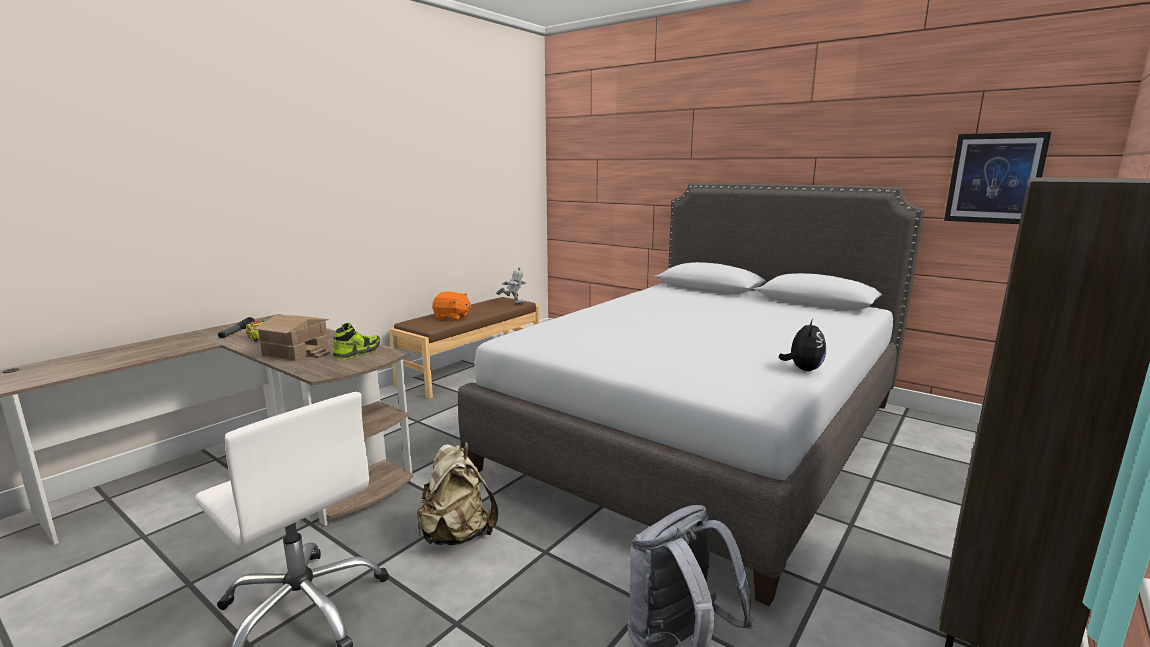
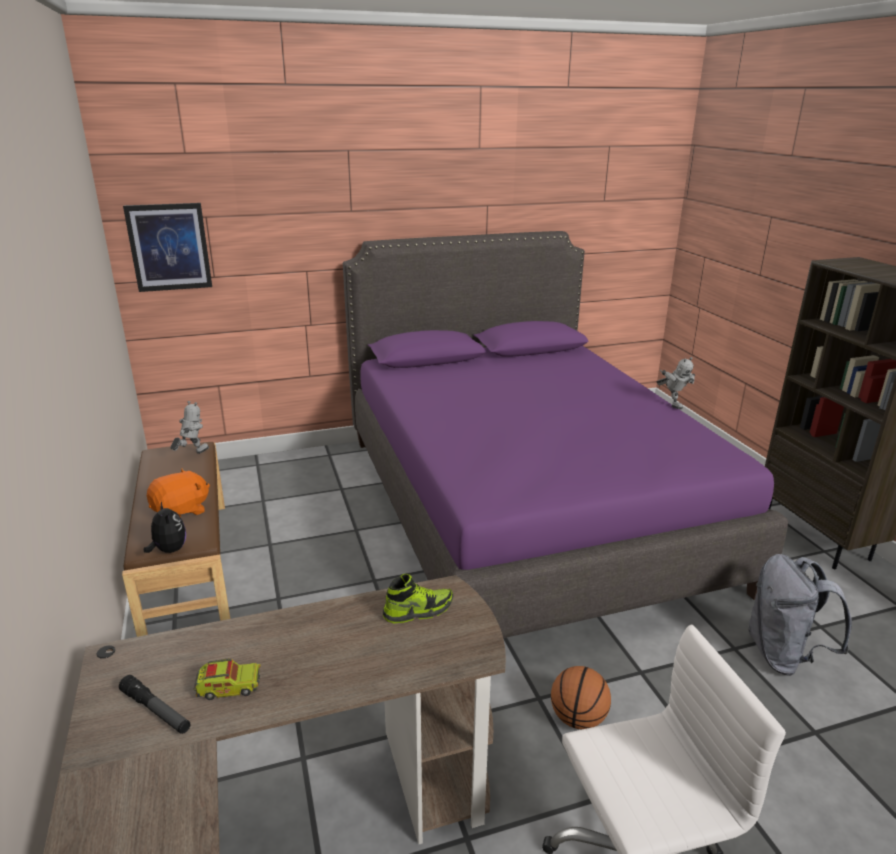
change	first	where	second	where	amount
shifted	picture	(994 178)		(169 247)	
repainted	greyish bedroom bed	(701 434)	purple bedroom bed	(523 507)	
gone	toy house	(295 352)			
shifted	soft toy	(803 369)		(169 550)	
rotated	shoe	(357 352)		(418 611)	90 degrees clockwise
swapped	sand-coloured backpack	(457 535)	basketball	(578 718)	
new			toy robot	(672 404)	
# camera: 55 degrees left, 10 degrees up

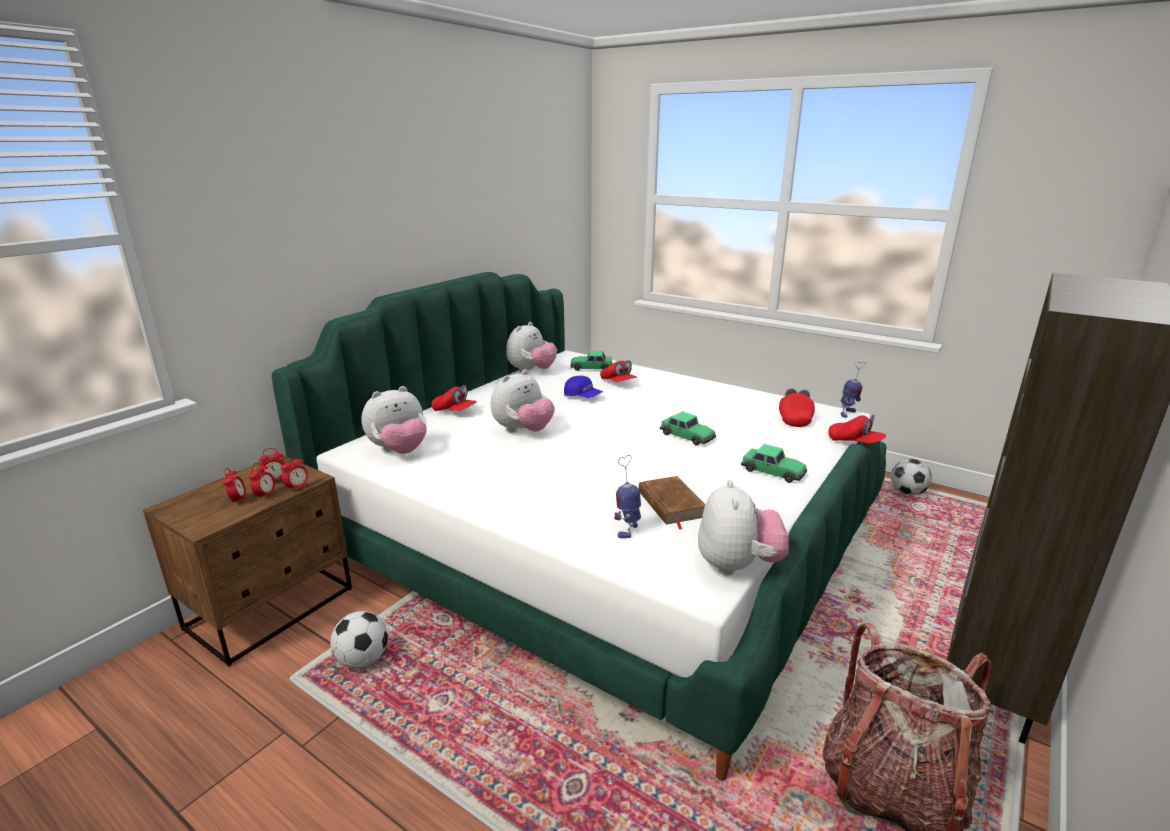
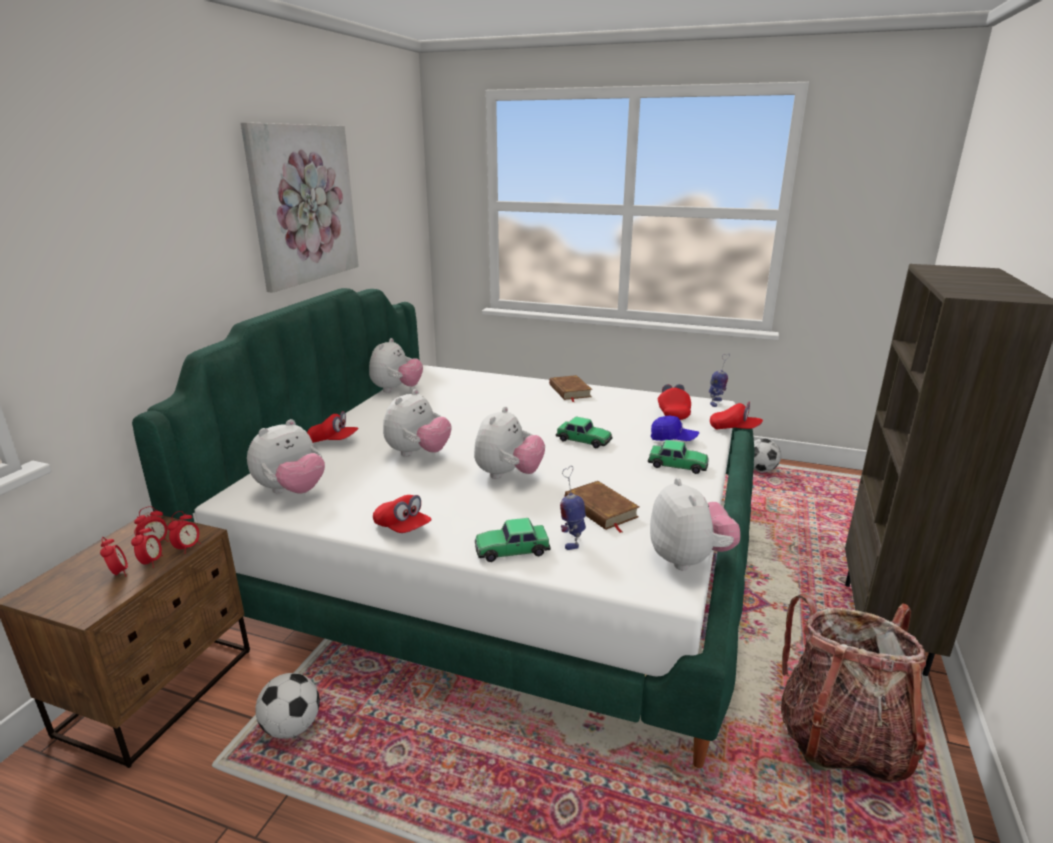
change	first	where	second	where	amount
shifted	toy car	(591 368)		(511 549)	
shifted	red-coloured baseball cap	(618 382)		(402 528)	
shifted	blue-coloured baseball cap	(583 396)		(673 439)	
new			picture	(304 204)	
new			brown-coloured book	(569 391)	
new			soft toy	(508 475)	
# camera: 15 degrees left, 0 degrees up

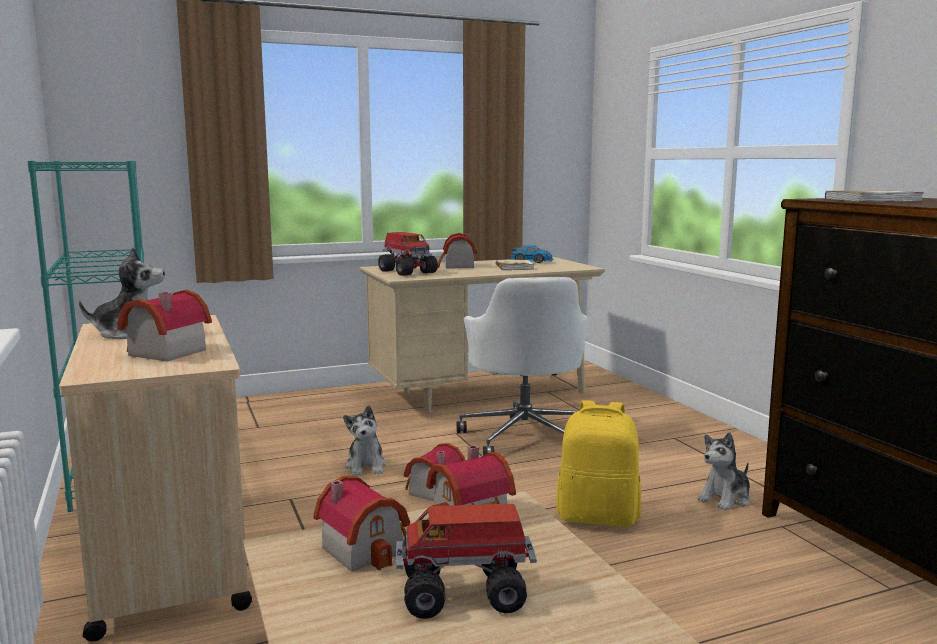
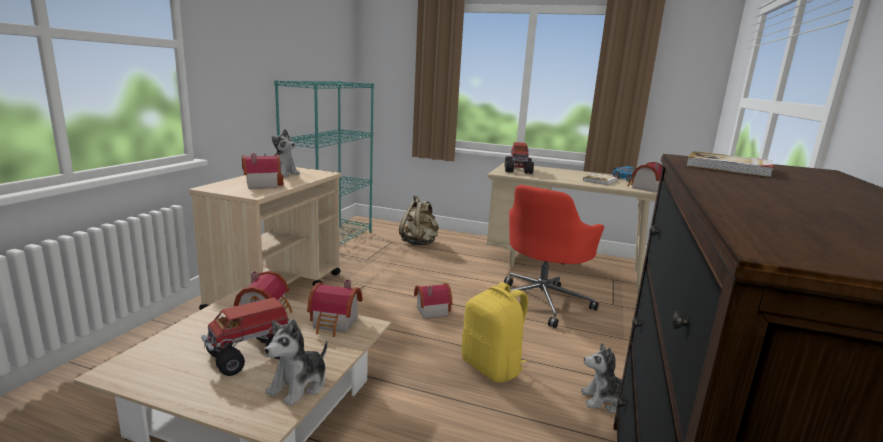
change	first	where	second	where	amount
shifted	toy house	(456 266)		(644 188)	
repainted	white desk chair	(525 436)	red-coloured desk chair	(542 302)	
shifted	soft toy	(366 466)		(299 386)	
rotated	toy lorry	(466 593)		(251 355)	75 degrees counterclockwise
new			sand-coloured backpack	(419 243)	
# camera: 40 degrees right, 5 degrees up

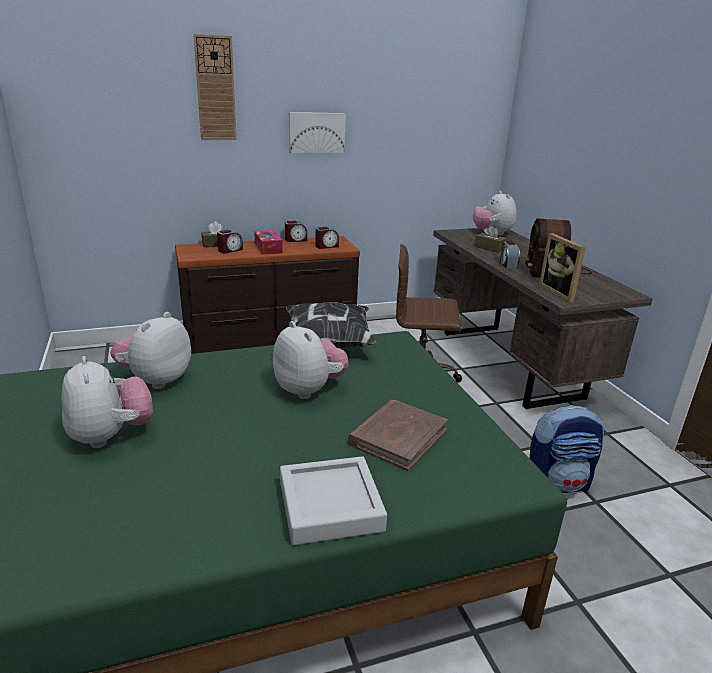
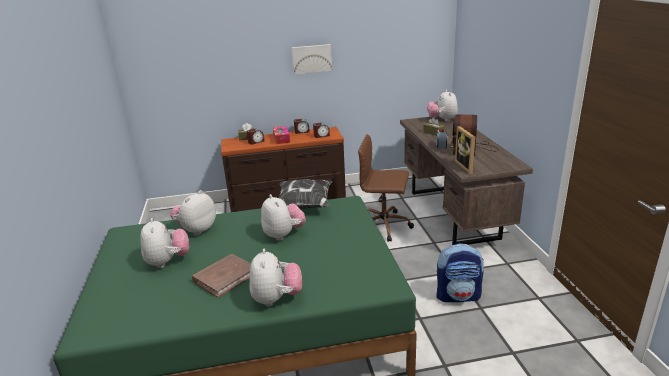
change	first	where	second	where	amount
gone	clock on the wall	(215 89)			
shifted	brown-coloured book	(398 437)		(225 277)	
swapped	greyish tray	(330 506)	soft toy	(276 299)	
# camera: 10 degrees right, 0 degrees up

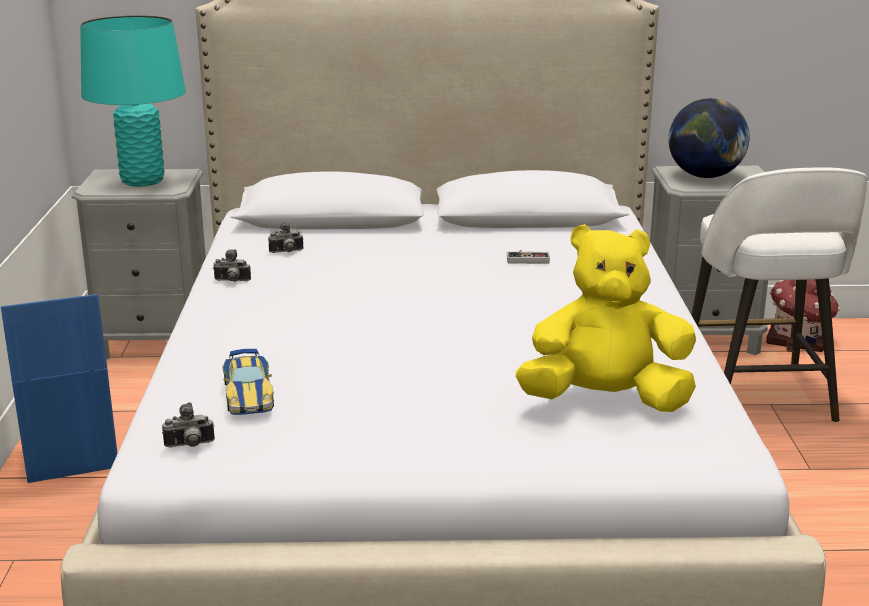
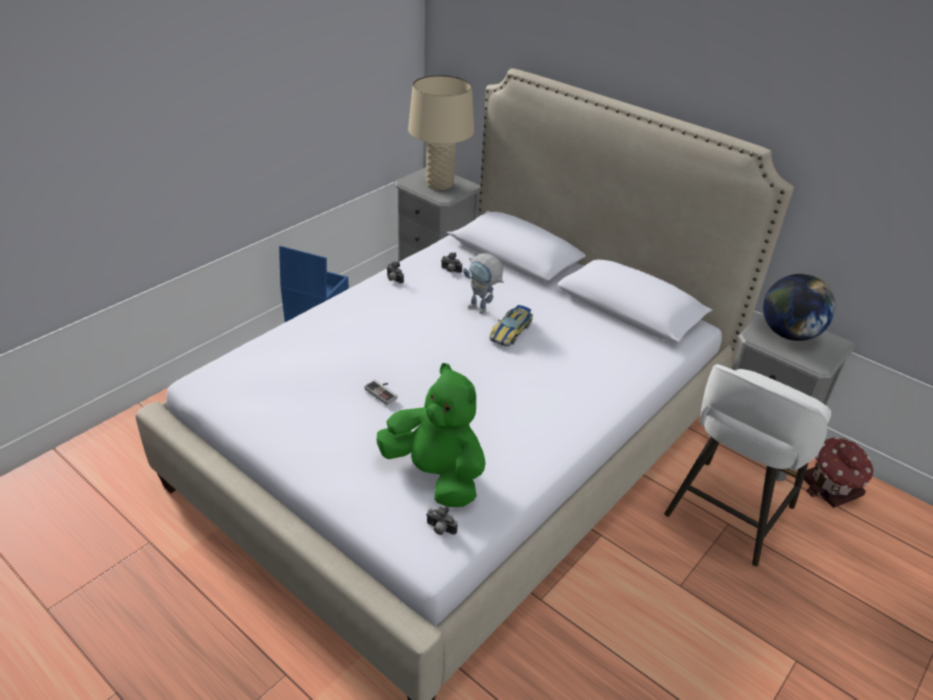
change	first	where	second	where	amount
repainted	blue-green lamp for a table	(143 181)	sand-coloured lamp for a table	(439 184)	
repainted	yellow-coloured soft toy	(605 401)	green soft toy	(436 475)	
shifted	game controller	(527 258)		(383 392)	
shifted	toy car	(248 393)		(511 331)	
shifted	still camera	(189 446)		(440 529)	
new			toy robot	(482 310)	
# camera: 40 degrees right, 15 degrees up

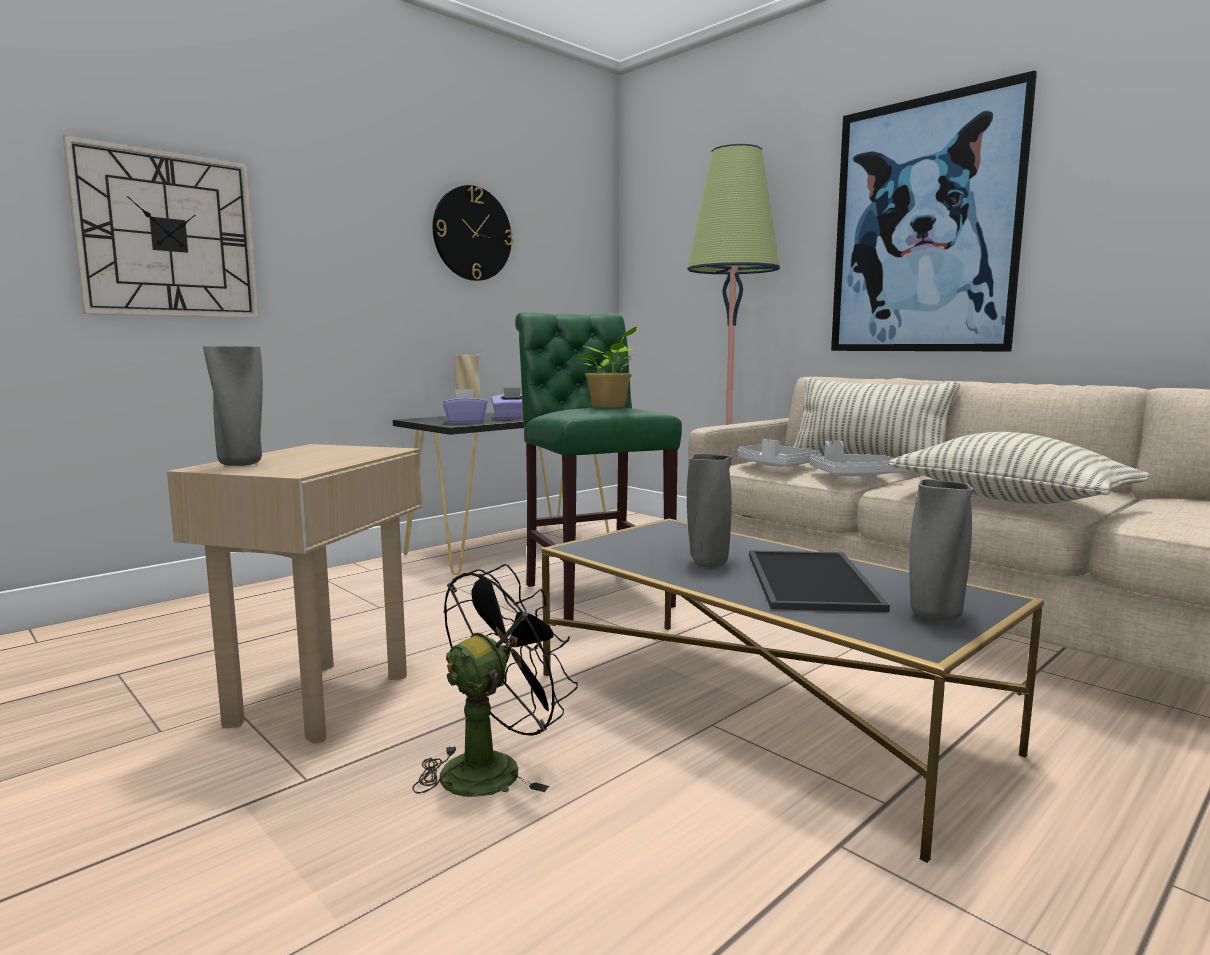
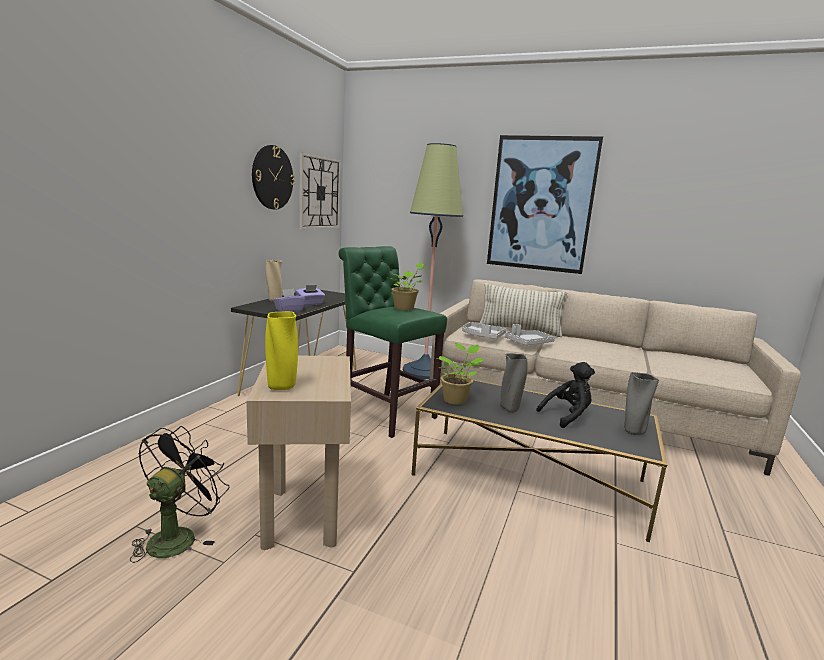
change	first	where	second	where	amount
shifted	clock on the wall	(168 235)		(319 193)	
repainted	greyish decorative vase	(241 464)	yellow-coloured decorative vase	(281 387)	
gone	pillow	(1009 499)			
swapped	tray	(814 581)	black-coloured soft toy	(567 416)	
shifted	black-coloured electric fan	(493 767)		(178 536)	
new			plant in a pot	(456 399)	
# camera: 25 degrees left, 5 degrees up

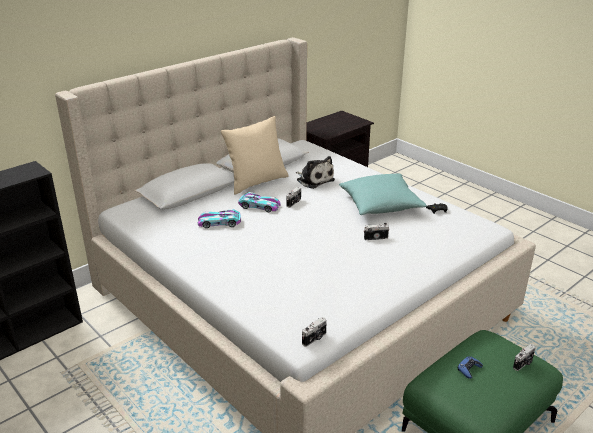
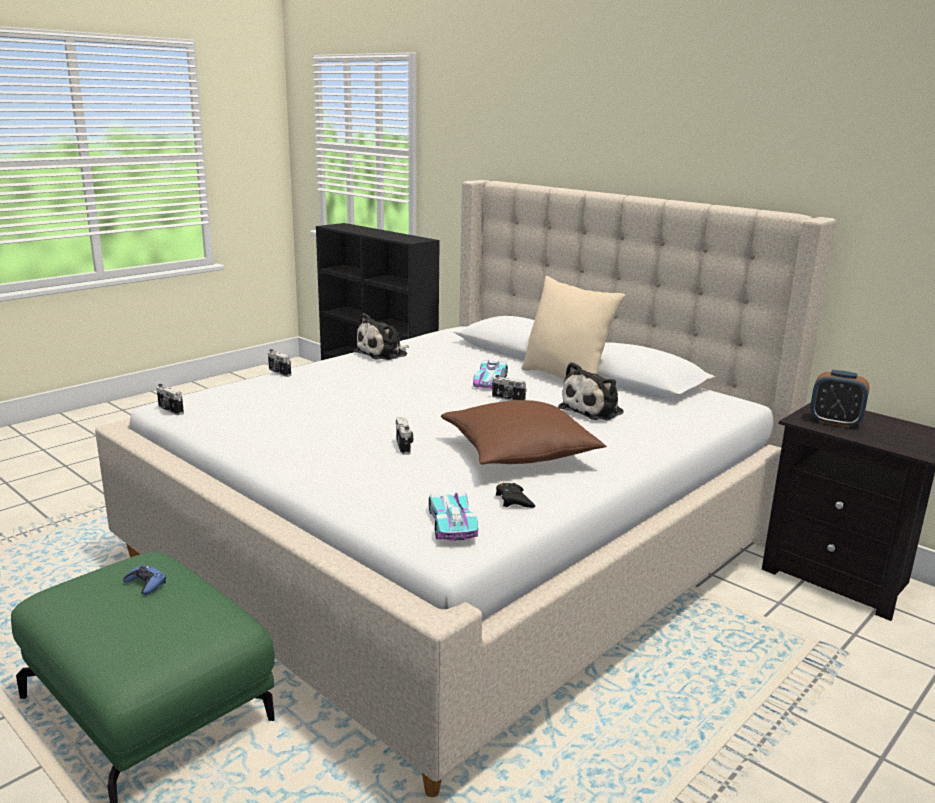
change	first	where	second	where	amount
repainted	blue-green pillow	(380 205)	brown-coloured pillow	(519 453)	
shifted	toy car	(219 223)		(452 523)	
shifted	still camera	(523 364)		(279 372)	
new			soft toy	(383 353)	
new			table clock	(835 422)	
# camera: 85 degrees right, 10 degrees down

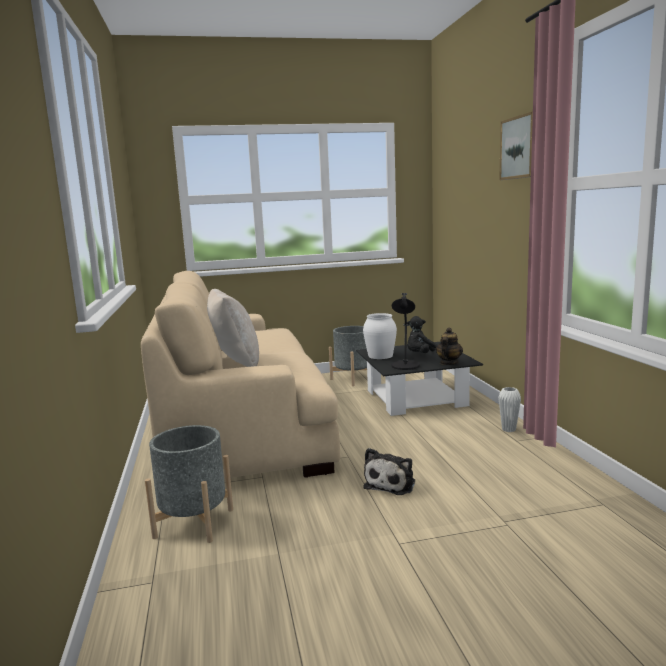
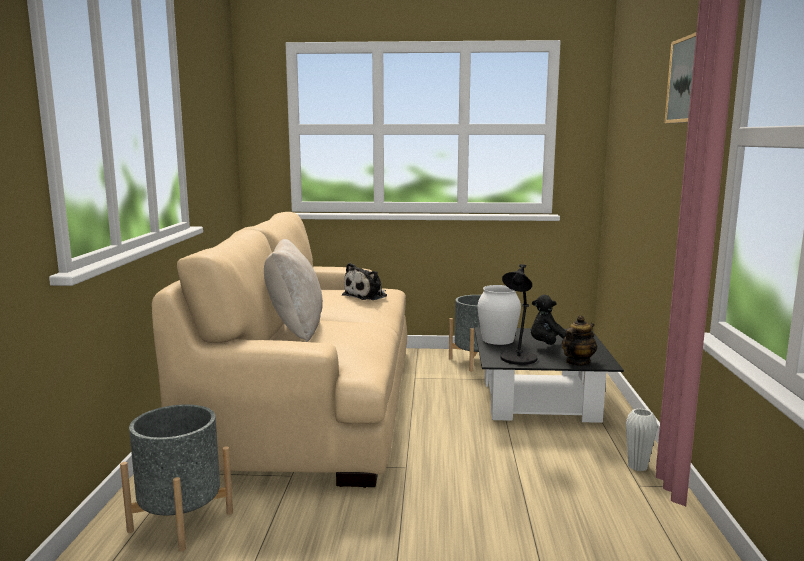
change	first	where	second	where	amount
shifted	soft toy	(391 483)		(367 296)	
# camera: 15 degrees right, 0 degrees up

